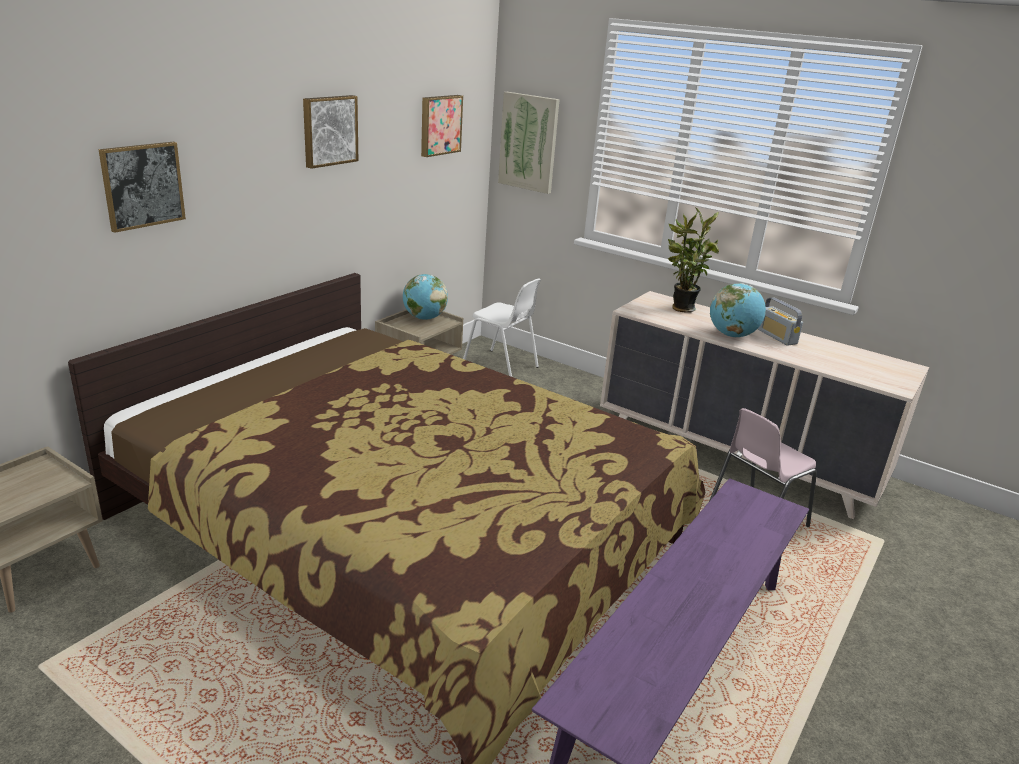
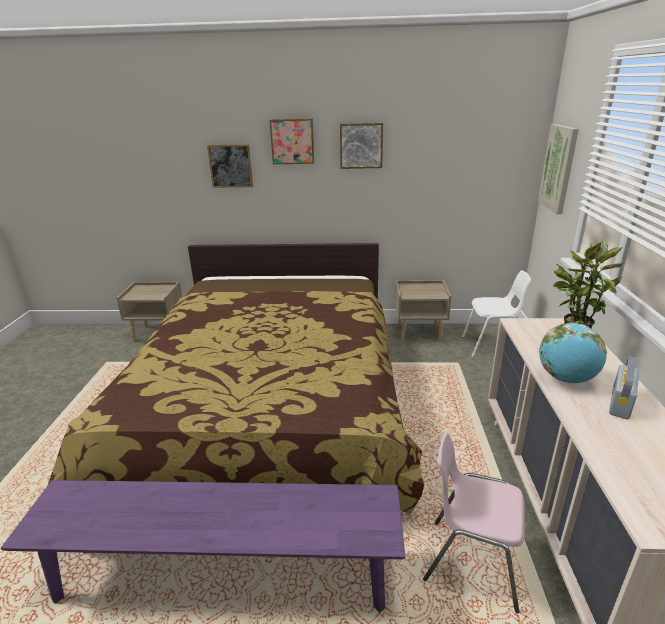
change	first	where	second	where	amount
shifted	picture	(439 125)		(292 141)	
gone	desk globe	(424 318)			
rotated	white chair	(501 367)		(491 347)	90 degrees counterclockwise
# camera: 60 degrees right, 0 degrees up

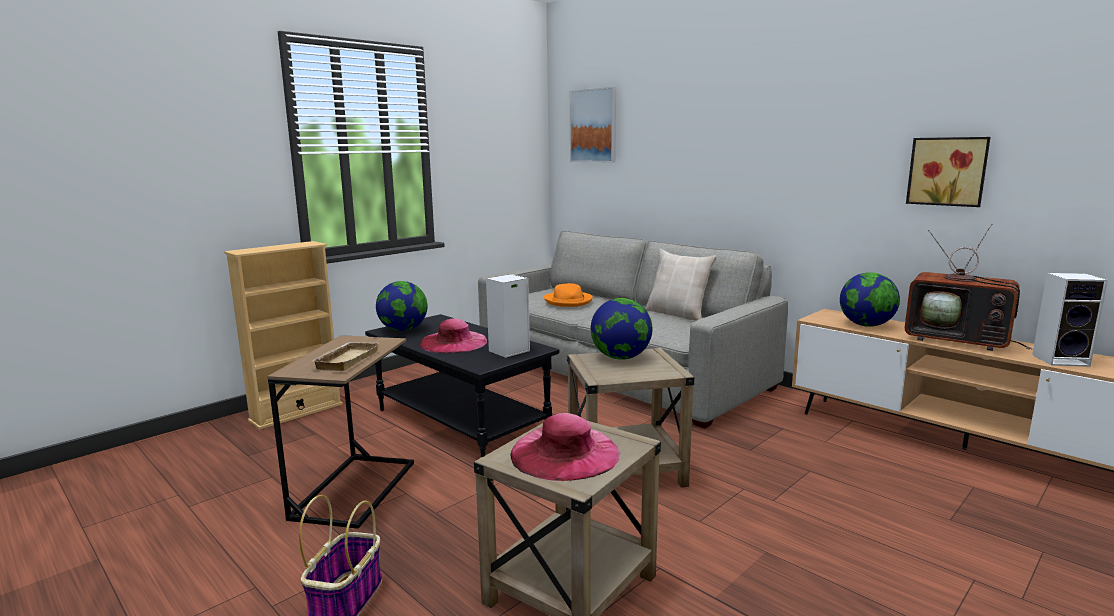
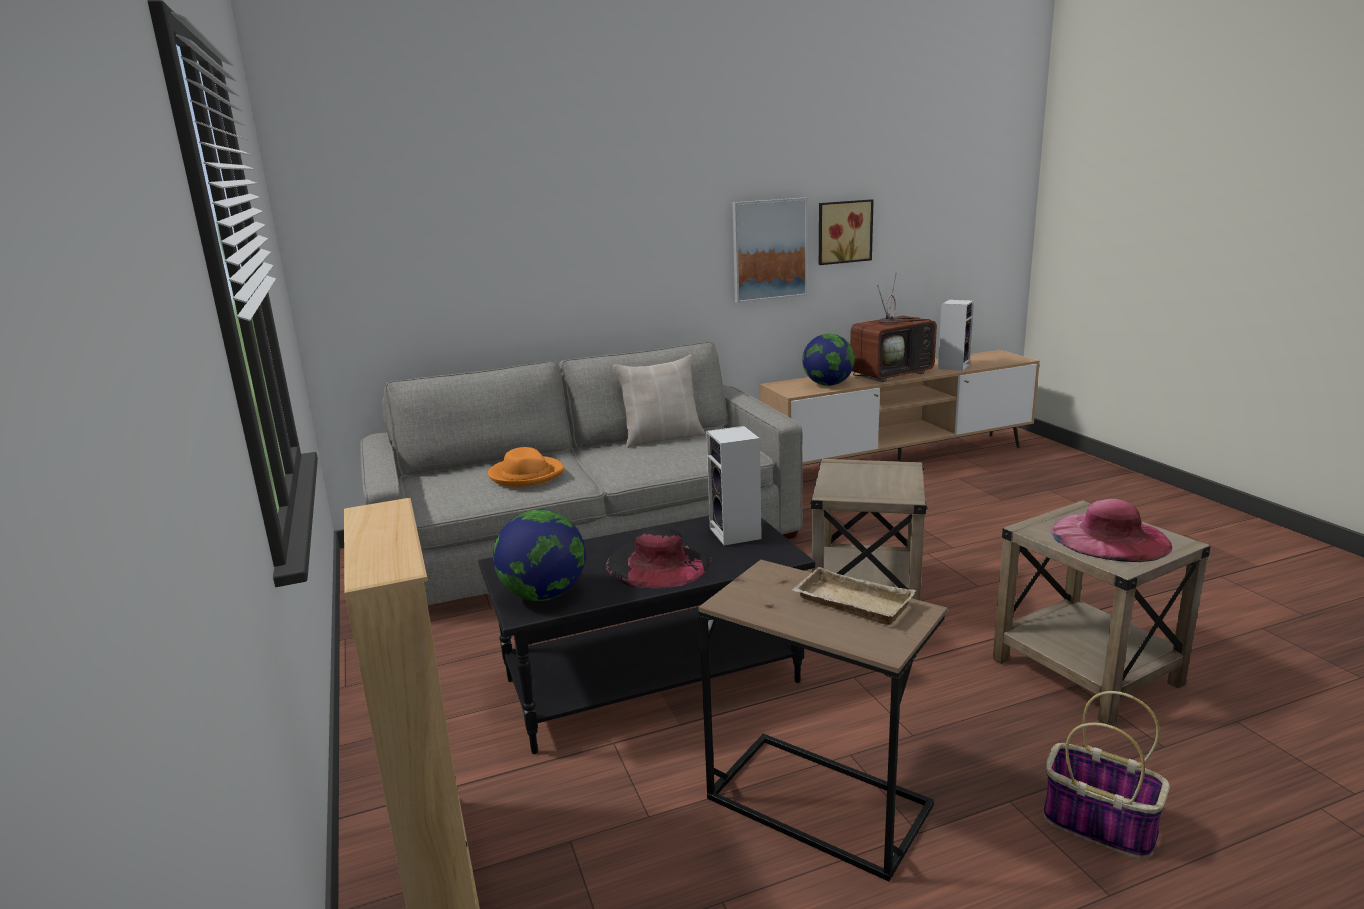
change	first	where	second	where	amount
shifted	picture	(593 126)		(769 250)	
gone	desk globe	(621 357)			
repainted	pinkish clothing hat	(453 342)	black-coloured clothing hat	(658 563)	
# camera: 65 degrees left, 5 degrees up

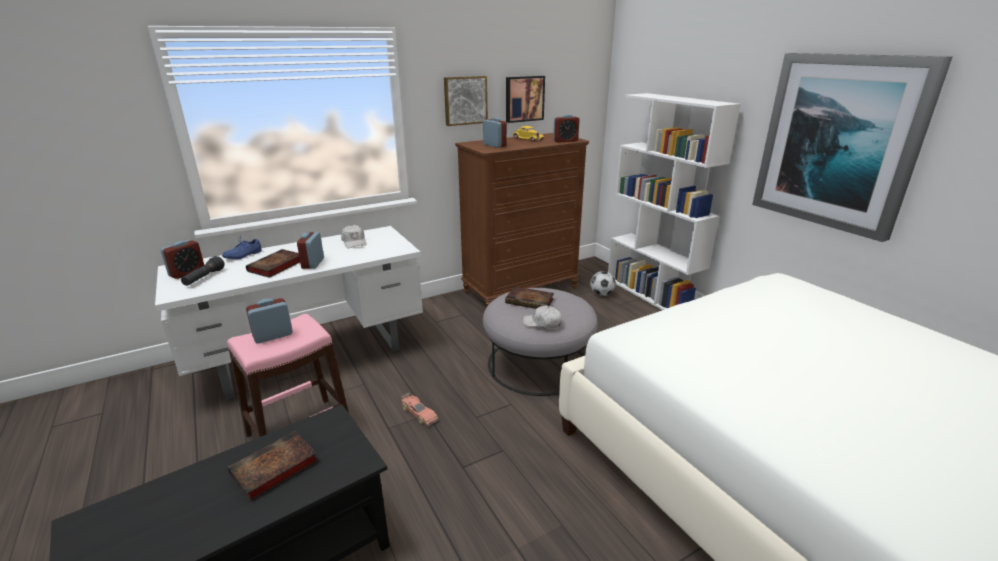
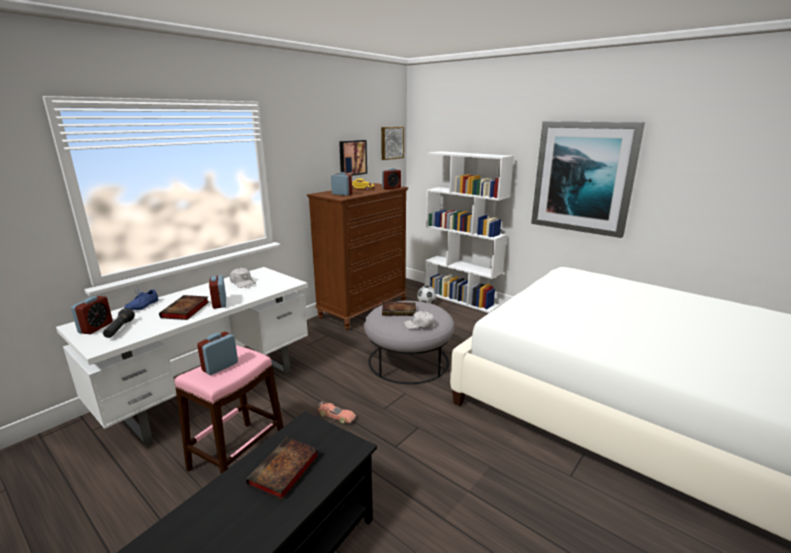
change	first	where	second	where	amount
shifted	picture	(465 100)		(391 143)	
# camera: 20 degrees left, 5 degrees down

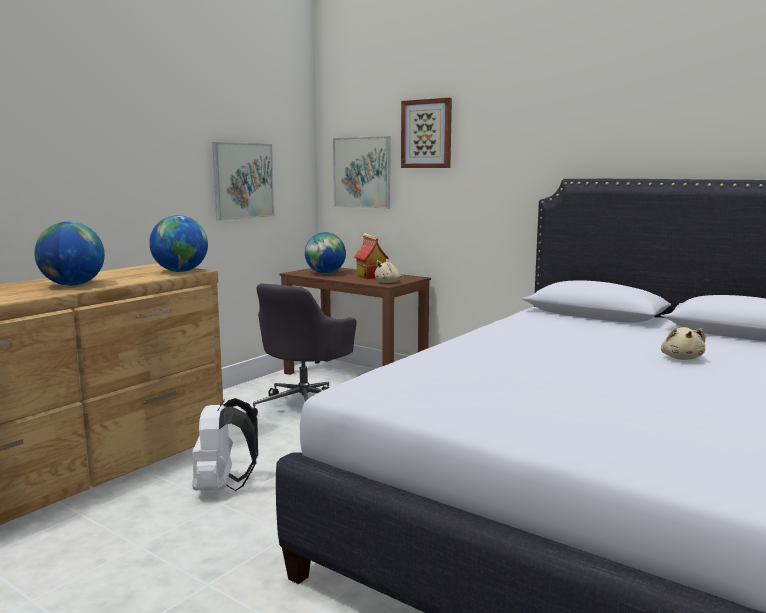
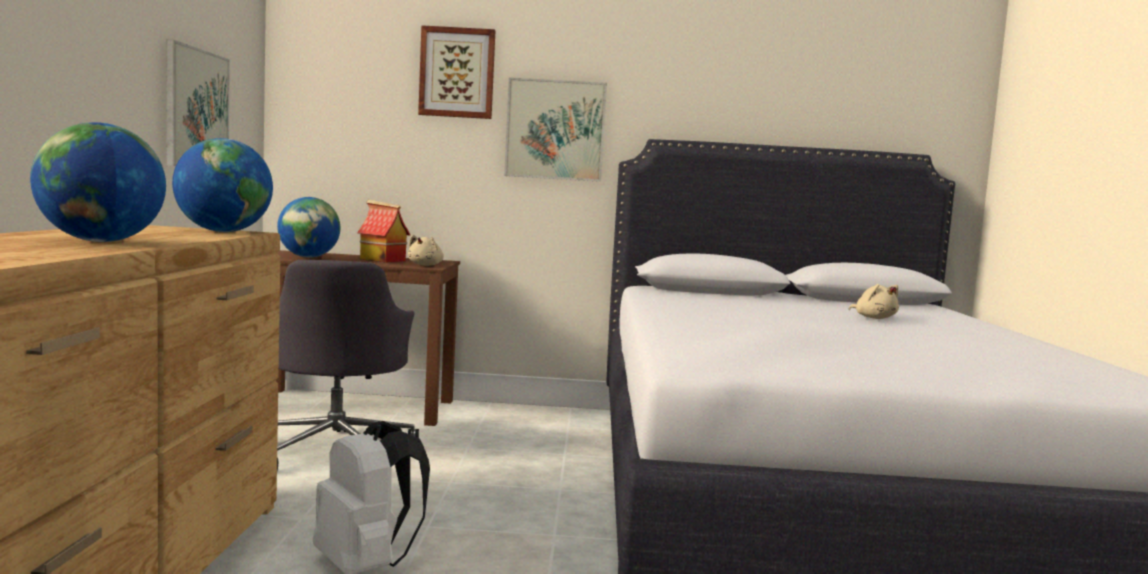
change	first	where	second	where	amount
shifted	picture	(362 172)		(555 130)	
# camera: 35 degrees left, 5 degrees down

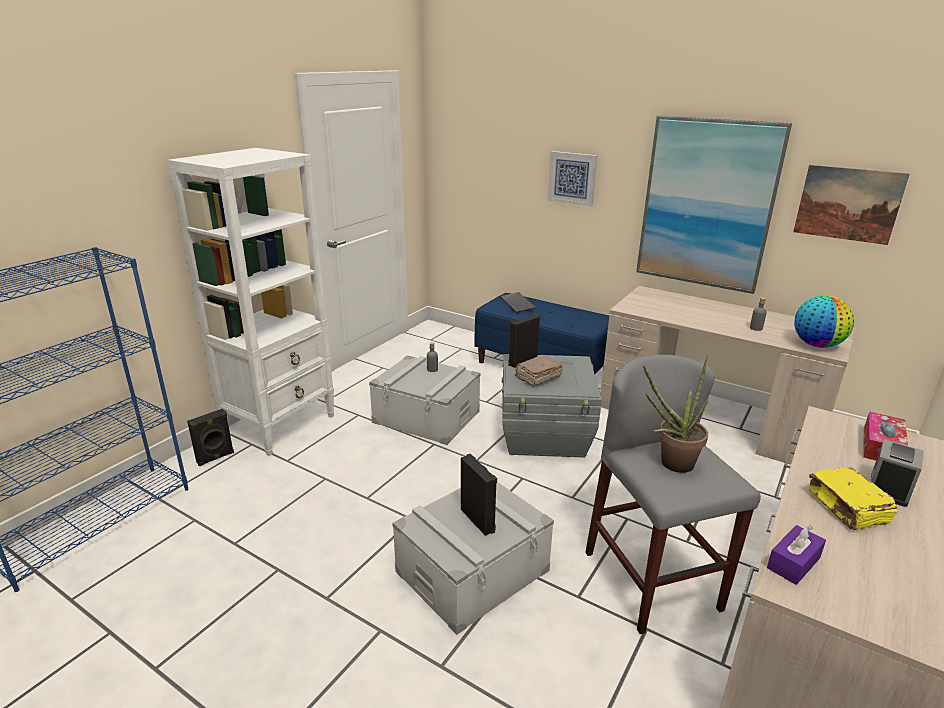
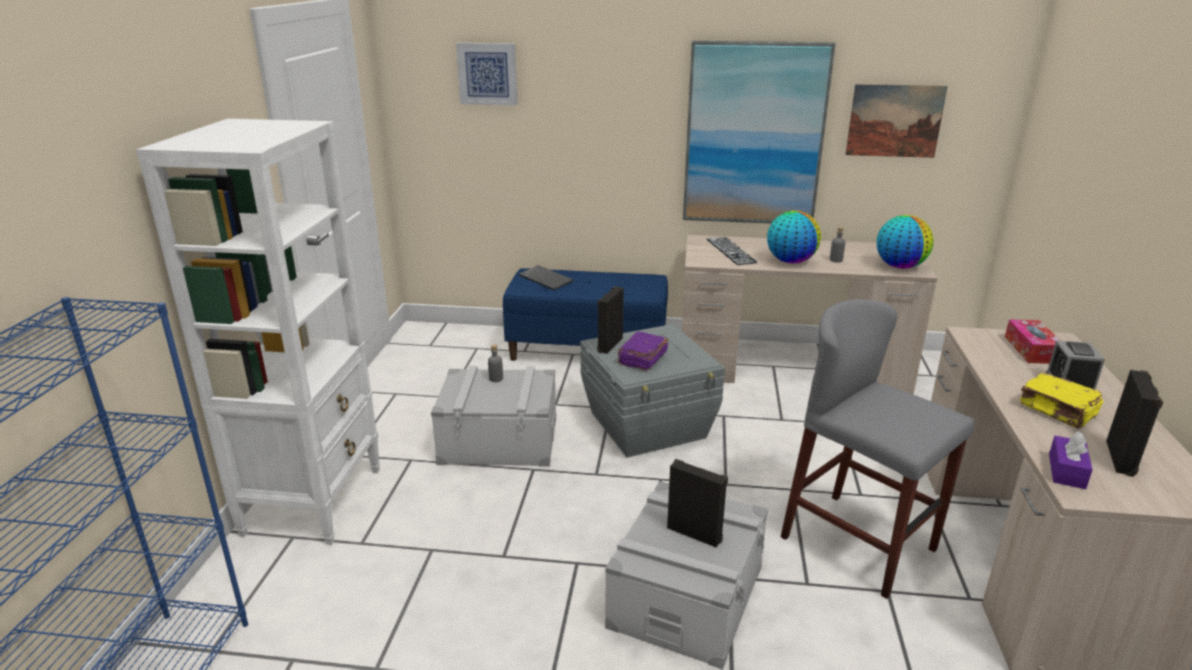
change	first	where	second	where	amount
shifted	picture	(572 178)		(487 74)	
repainted	brown-coloured book	(537 377)	purple book	(642 359)	
gone	plant in a pot	(670 464)			
shifted	black-coloured loudspeaker	(215 458)		(1122 458)	
new			desk globe	(790 261)	
new			PC keyboard	(731 250)	
# camera: 25 degrees left, 0 degrees up

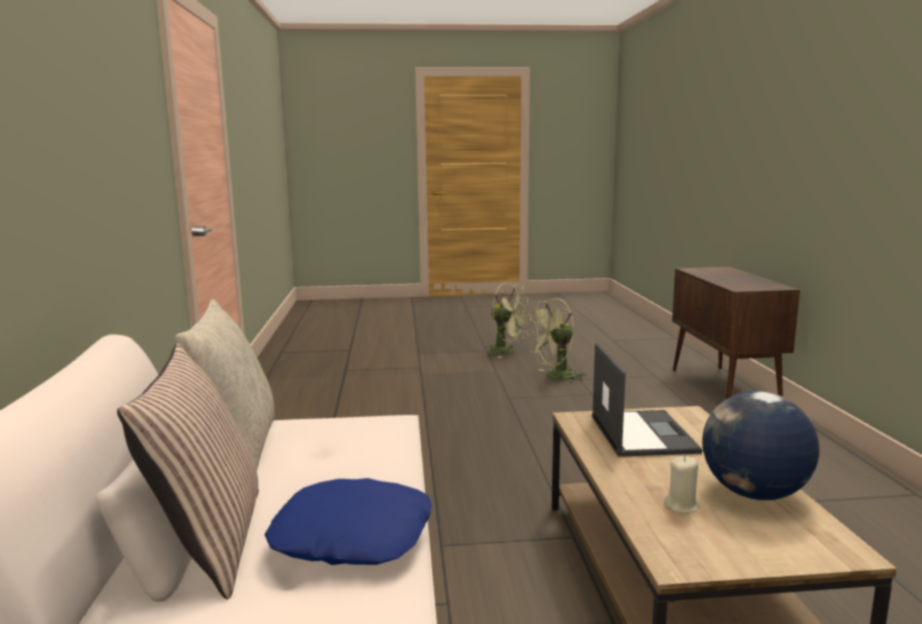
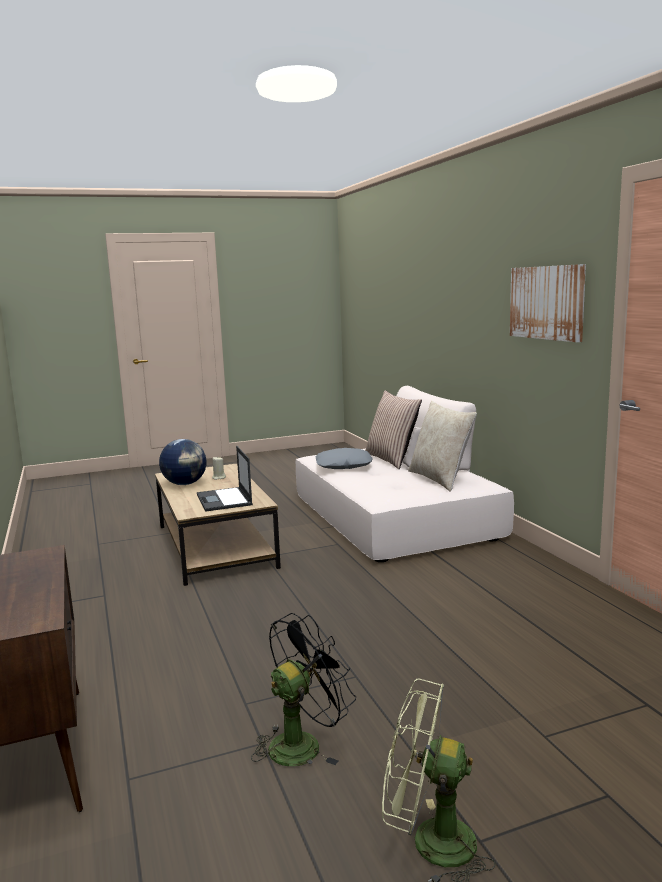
change	first	where	second	where	amount
repainted	green electric fan	(555 377)	black-coloured electric fan	(302 743)	
repainted	blue-coloured pillow	(353 535)	greyish pillow	(343 465)	
new			picture	(547 302)	
# camera: 165 degrees right, 0 degrees up

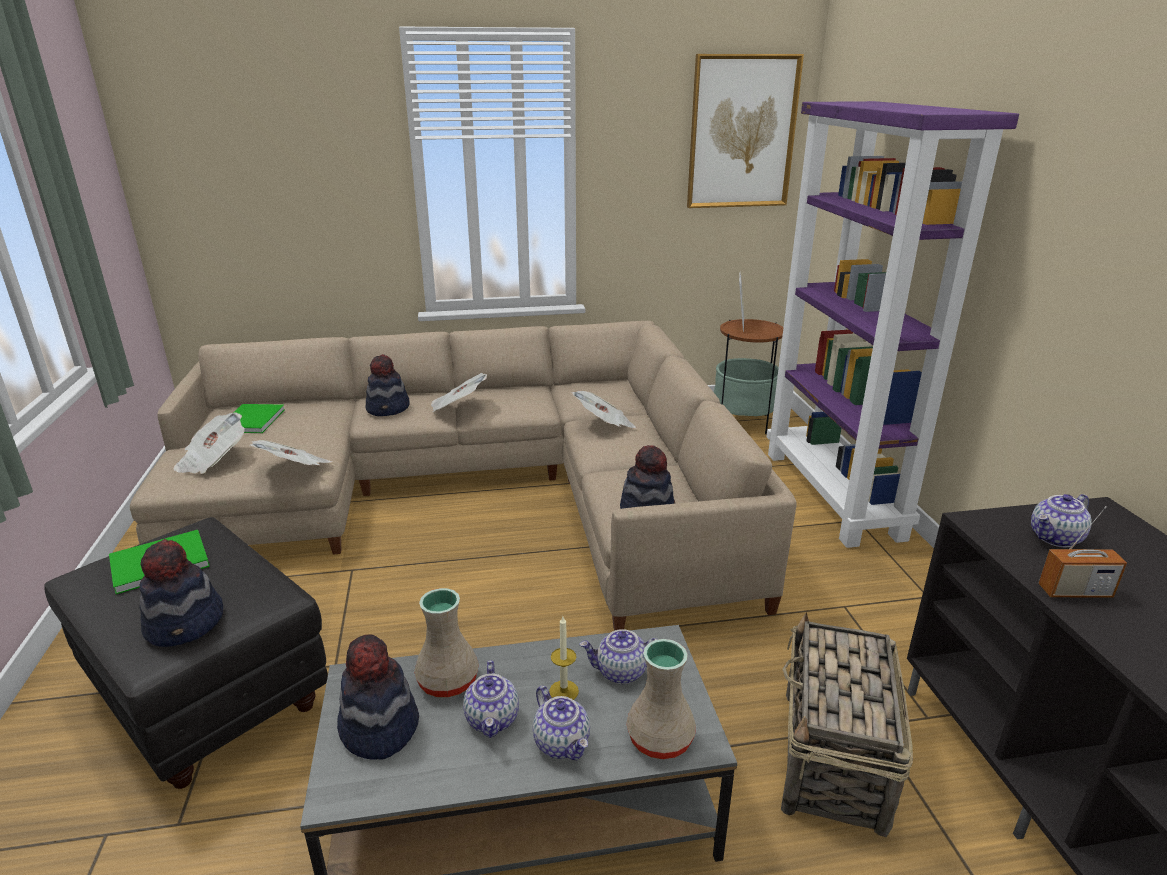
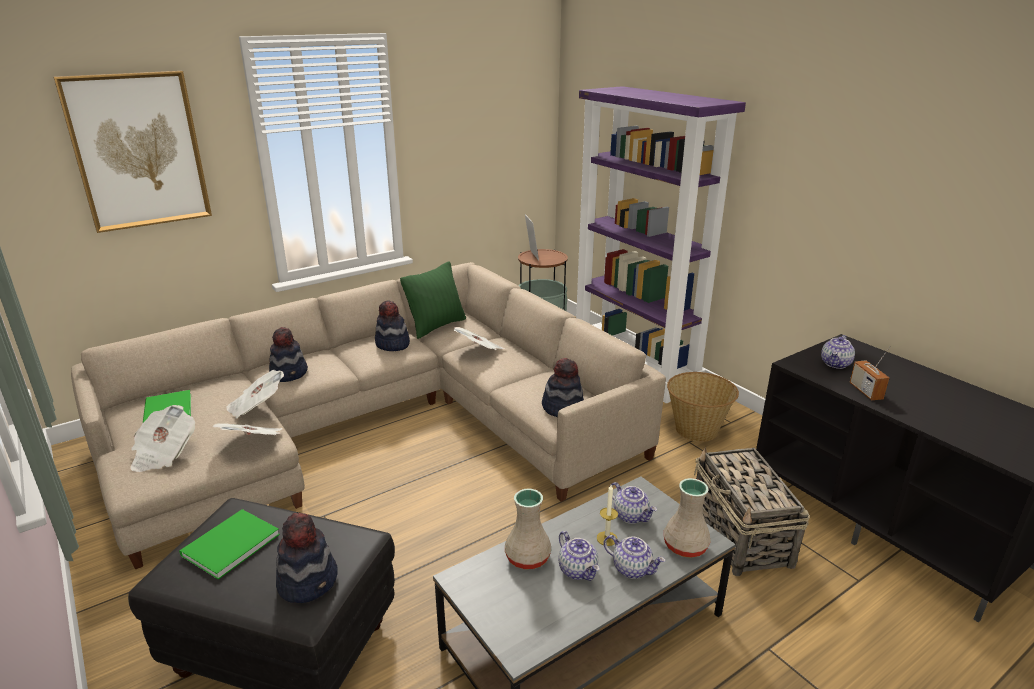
change	first	where	second	where	amount
shifted	picture	(742 133)		(138 151)	
shifted	printed paper	(458 407)		(256 407)	
rotated	radio set	(1075 592)		(865 391)	105 degrees clockwise
rotated	pot for tea	(621 672)		(631 515)	105 degrees counterclockwise
shifted	clothing hat	(379 728)		(392 344)	
new			green pillow	(436 326)	
new			basket	(697 430)	
# camera: 25 degrees left, 0 degrees up

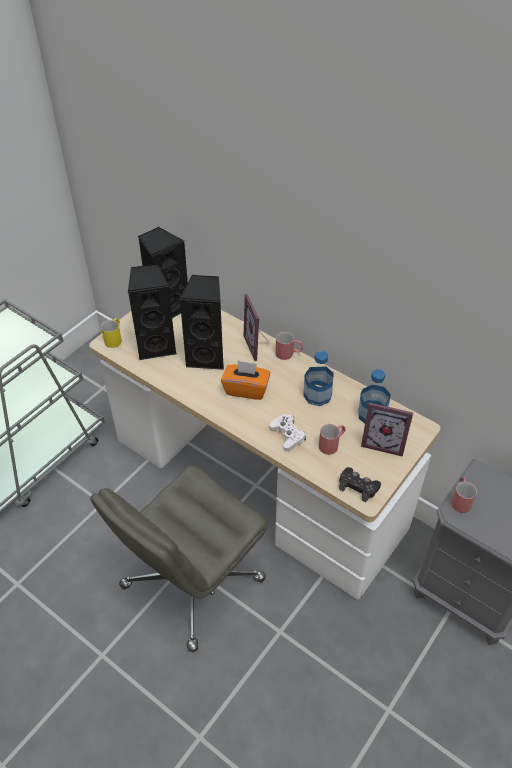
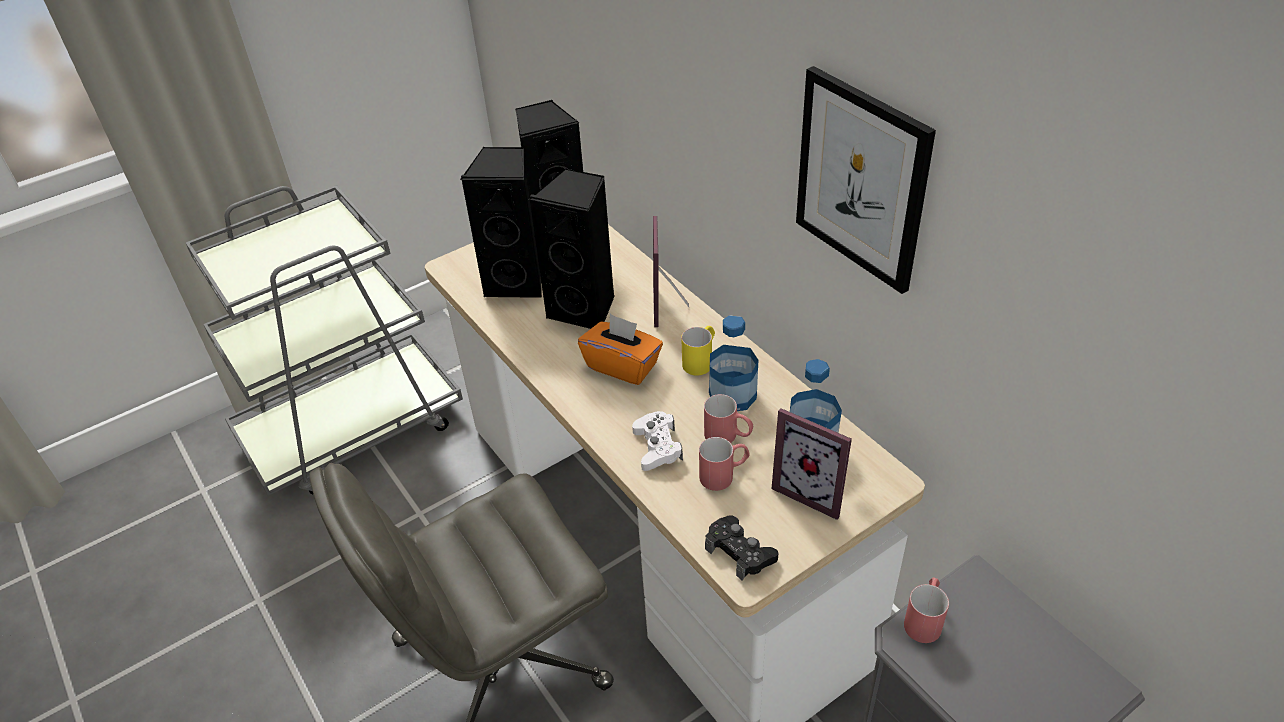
change	first	where	second	where	amount
shifted	yellow-coloured coffee mug	(114 338)		(701 360)	
shifted	red-coloured coffee mug	(288 354)		(728 437)	
new			picture	(861 179)	
# camera: 20 degrees right, 5 degrees down

